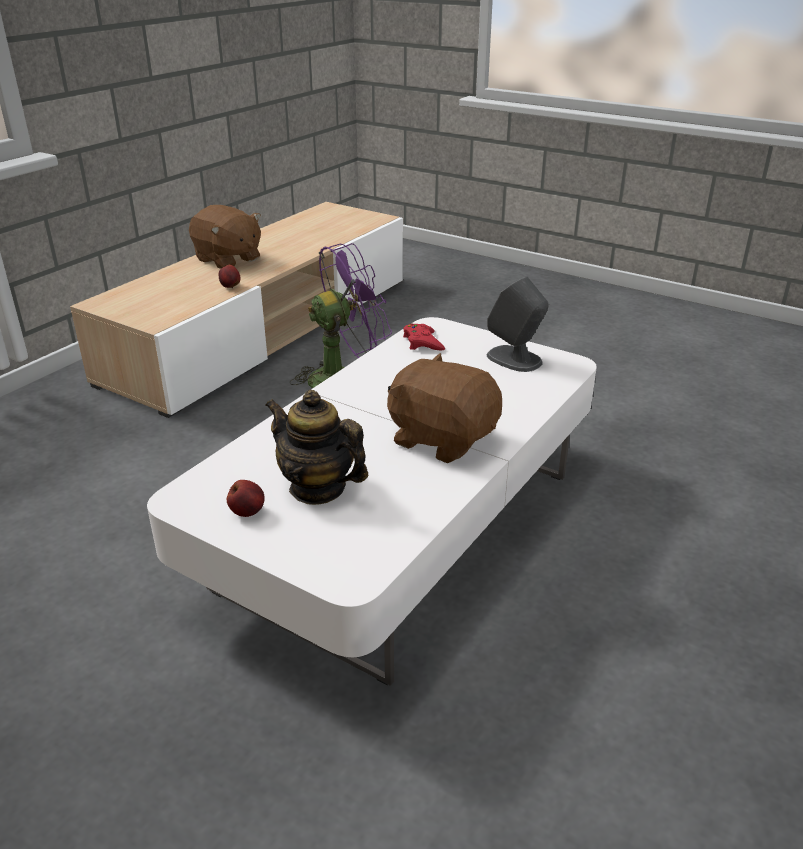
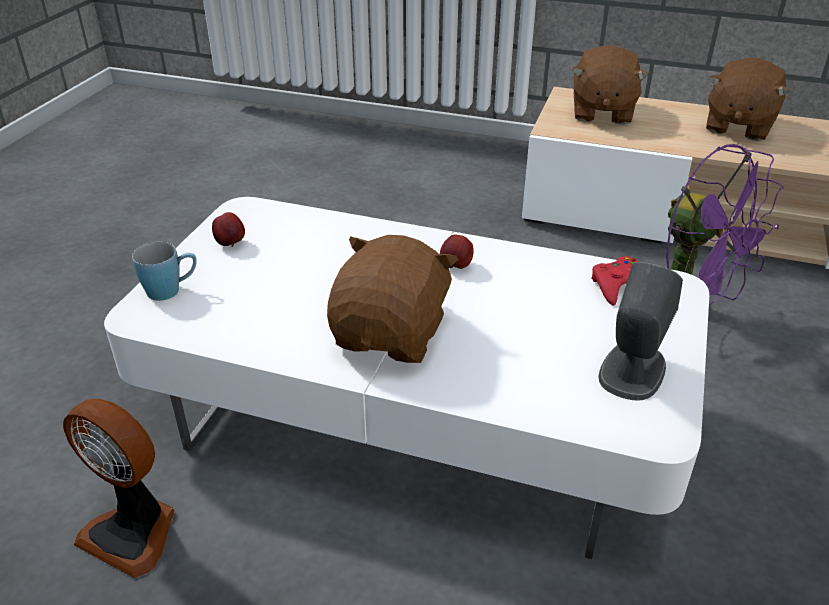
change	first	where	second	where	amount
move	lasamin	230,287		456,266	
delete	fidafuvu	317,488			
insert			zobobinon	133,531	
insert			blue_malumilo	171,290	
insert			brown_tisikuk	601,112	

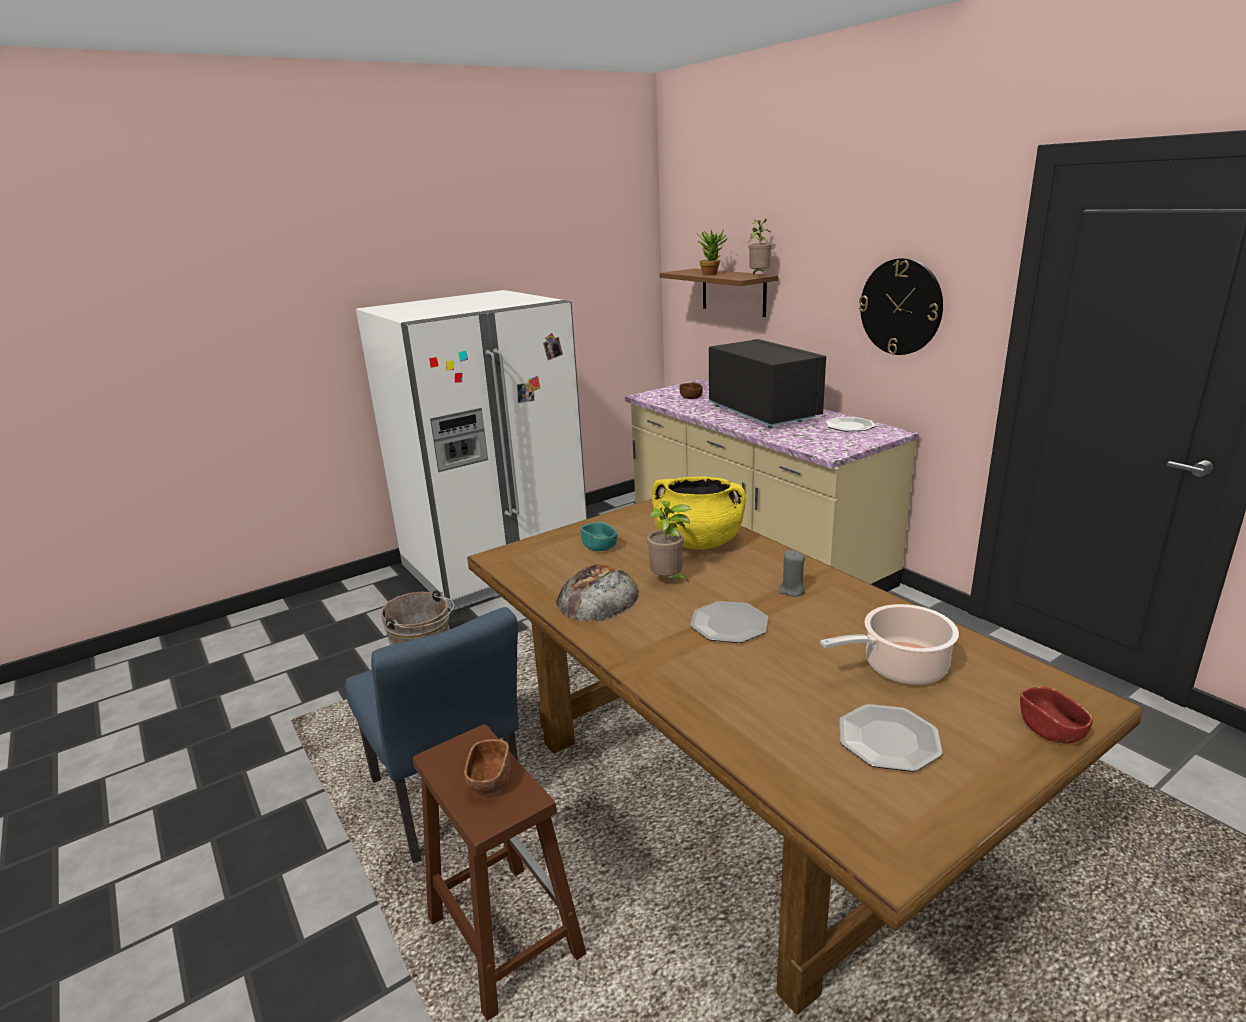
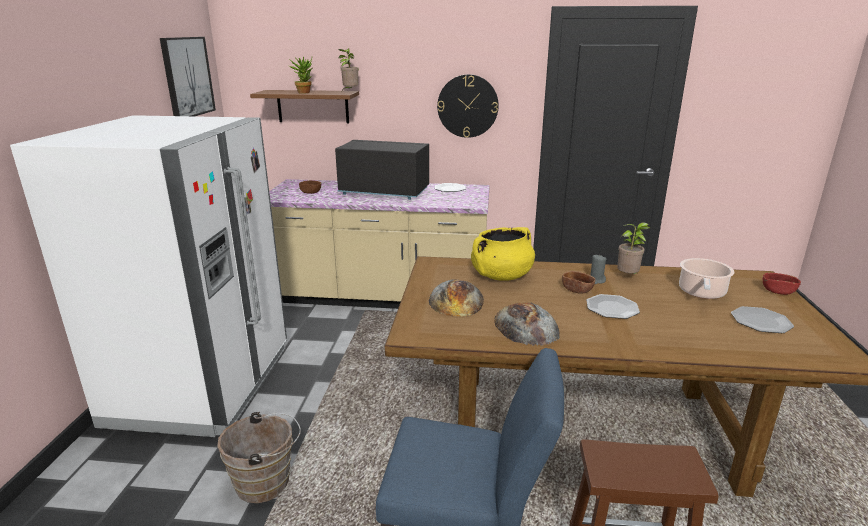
change	first	where	second	where	amount
move	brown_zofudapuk	490,780		577,290	
replace	turquoise_zofudapuk	599,547	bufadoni	456,301	
move	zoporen	668,581		628,277	
insert			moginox	187,77	

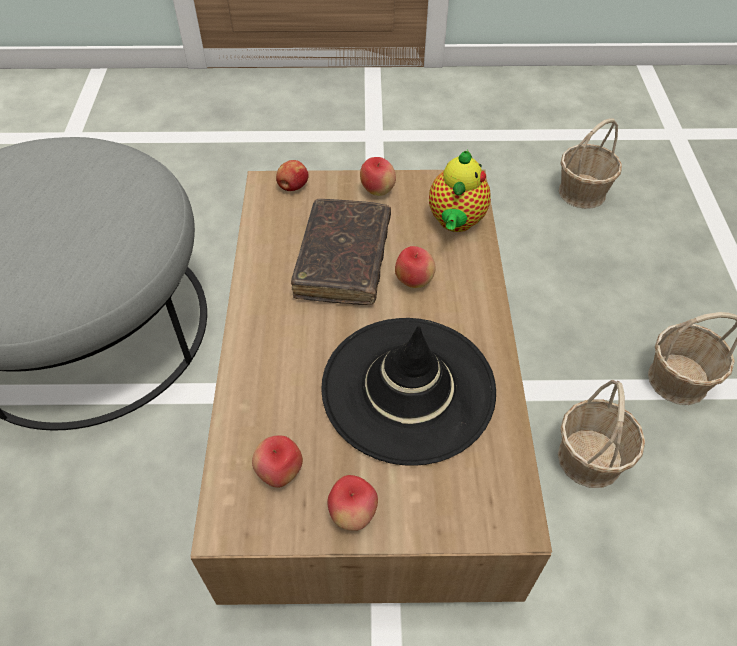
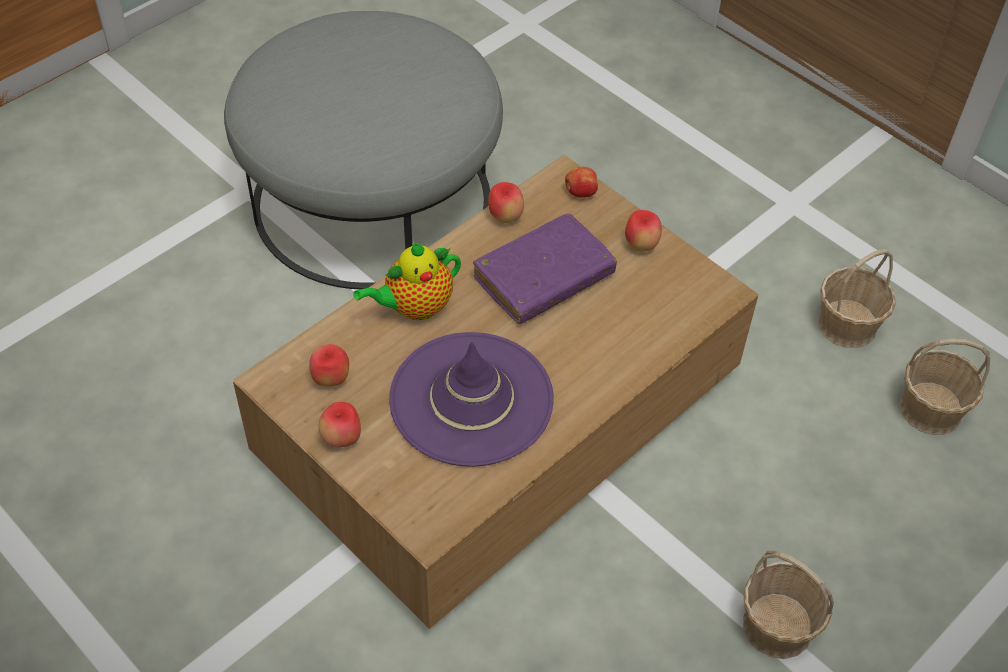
change	first	where	second	where	amount
recolor	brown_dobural	343,260	purple_dobural	543,278	
recolor	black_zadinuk	408,388	purple_zadinuk	471,399	
move	lasamin	413,282		505,217	
move	fidafuvu	455,222		414,307	
move	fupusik	590,458		848,325	

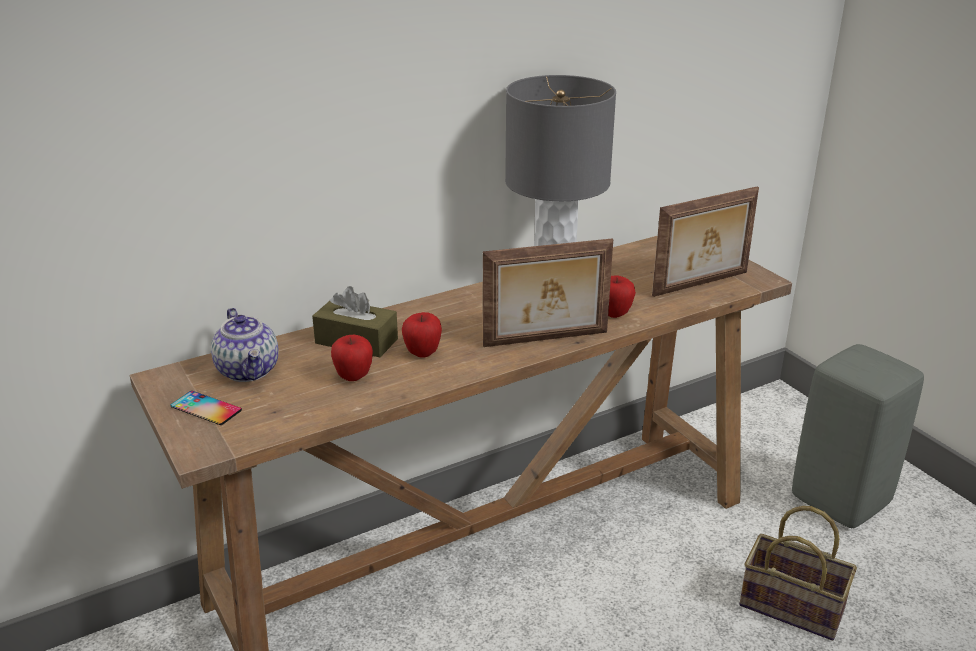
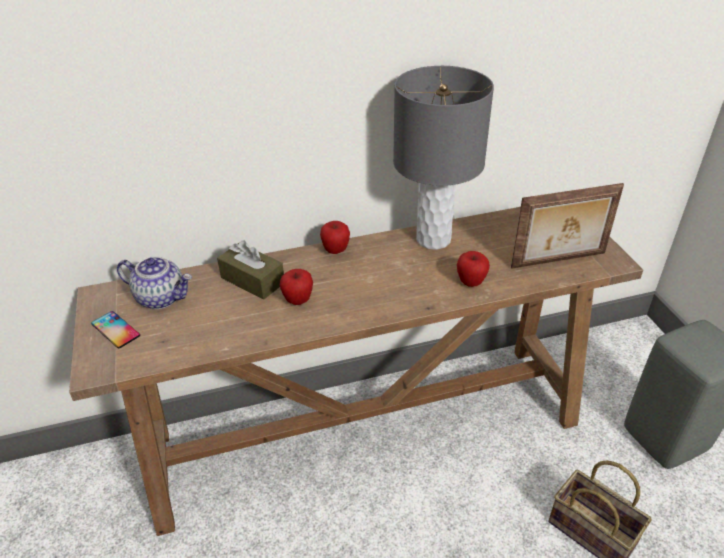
change	first	where	second	where	amount
rotate	fidafuvu	249,371		162,297	60 degrees counterclockwise
move	lasamin	353,377		335,250	
delete	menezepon	546,340			

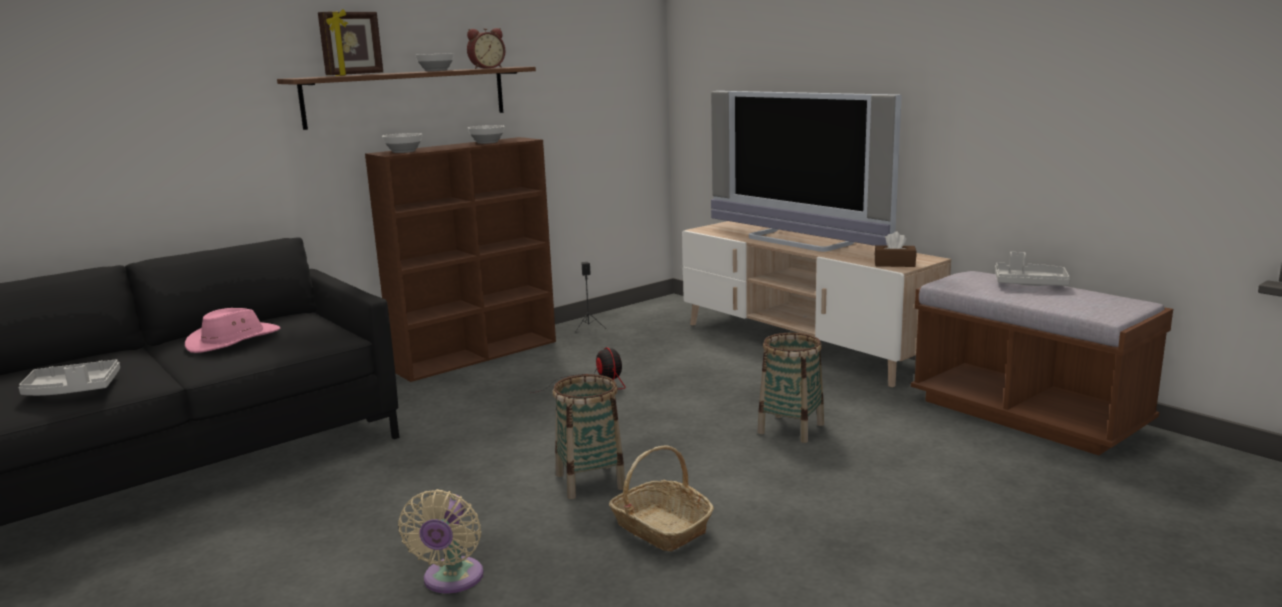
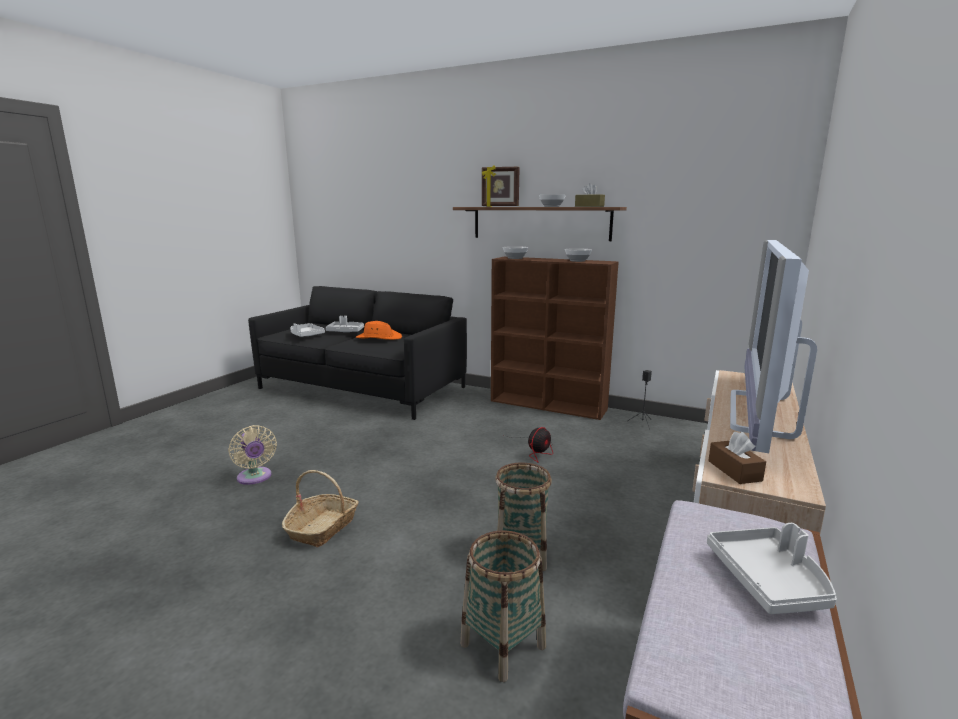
change	first	where	second	where	amount
recolor	pink_zadinuk	234,340	orange_zadinuk	378,338	
rotate	beige_zobobinon	451,580		255,478	105 degrees counterclockwise
replace	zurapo	486,68	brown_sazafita	589,206	
move	fupusik	590,481		503,645	
insert			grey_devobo	346,331	

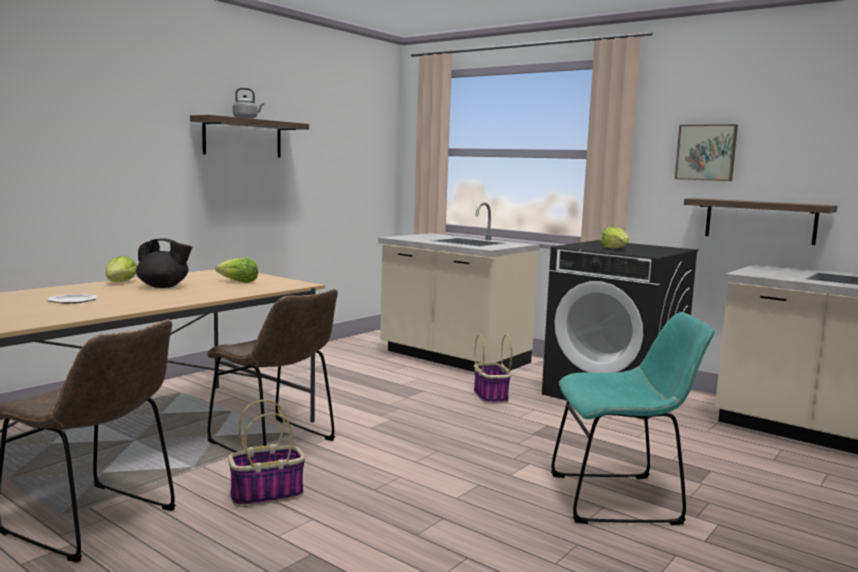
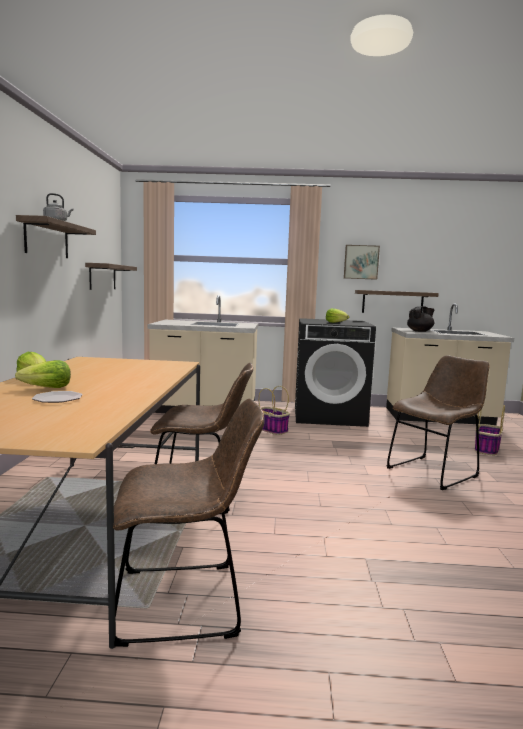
change	first	where	second	where	amount
move	black_fidafuvu	164,287		420,331	
move	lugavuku	237,282		46,388	
move	fupusik	267,494		486,449	
recolor	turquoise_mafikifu	621,499	brown_mafikifu	434,471	
insert			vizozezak	102,277	

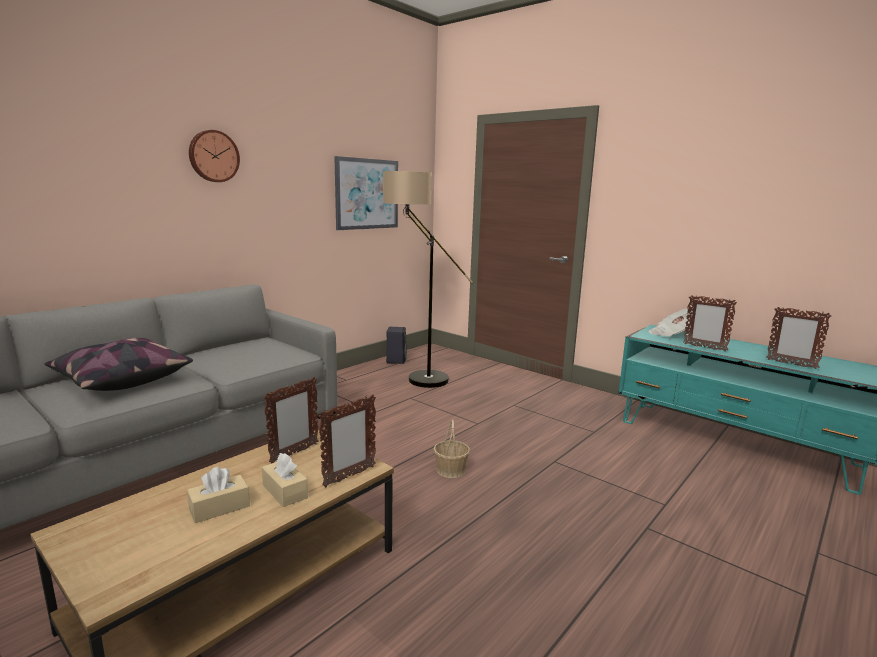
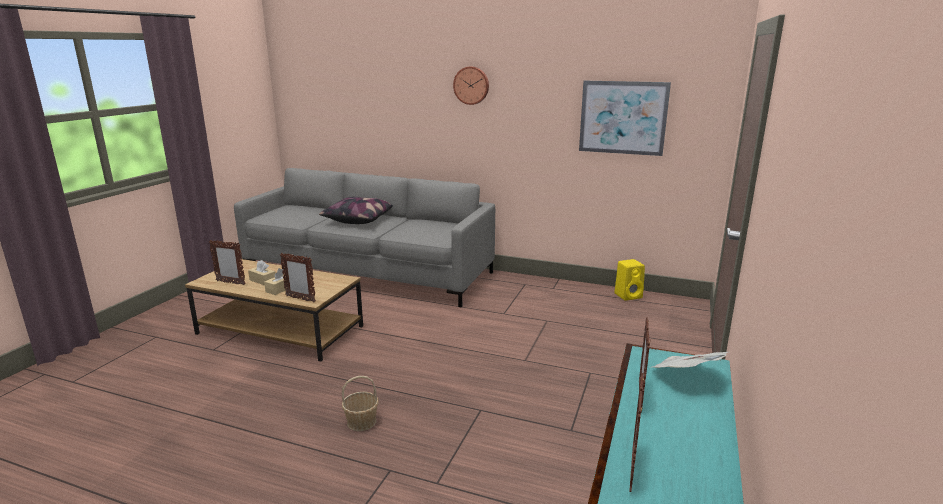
change	first	where	second	where	amount
move	menezepon	294,453		230,283	
delete	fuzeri	415,376			
recolor	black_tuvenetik	396,360	yellow_tuvenetik	628,295	
move	fupusik	451,470		362,422	

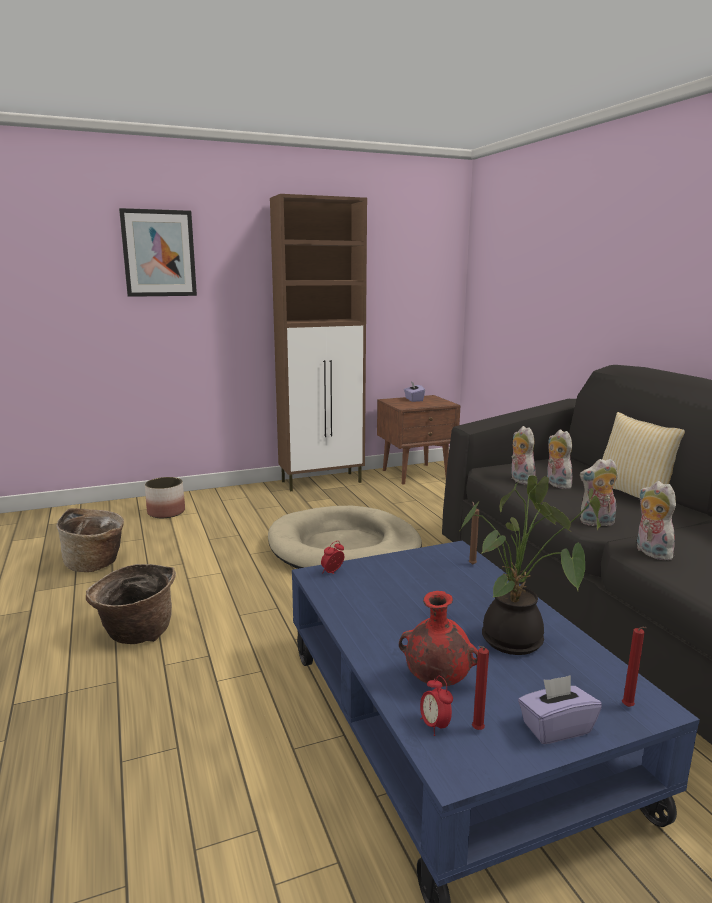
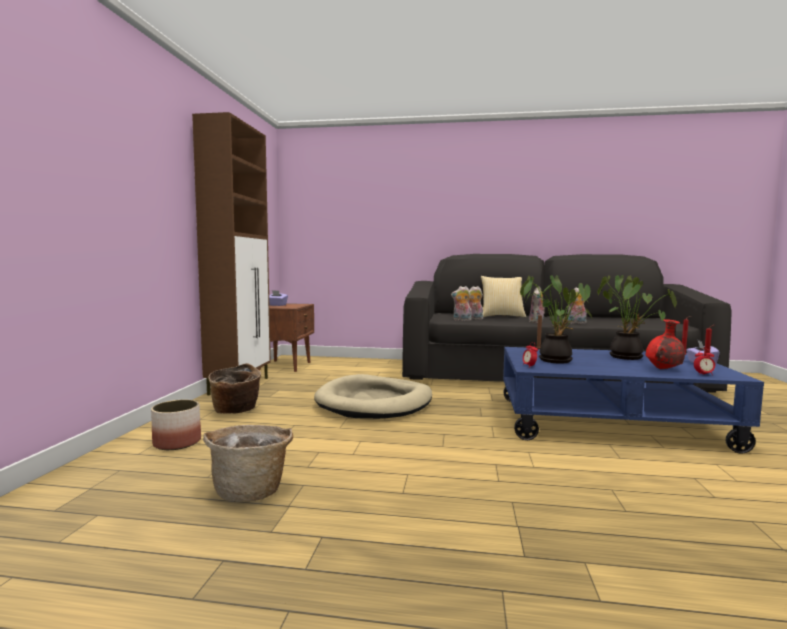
change	first	where	second	where	amount
move	fupusik	136,634		236,411	
delete	moginox	159,253			
insert			zoporen	555,360	

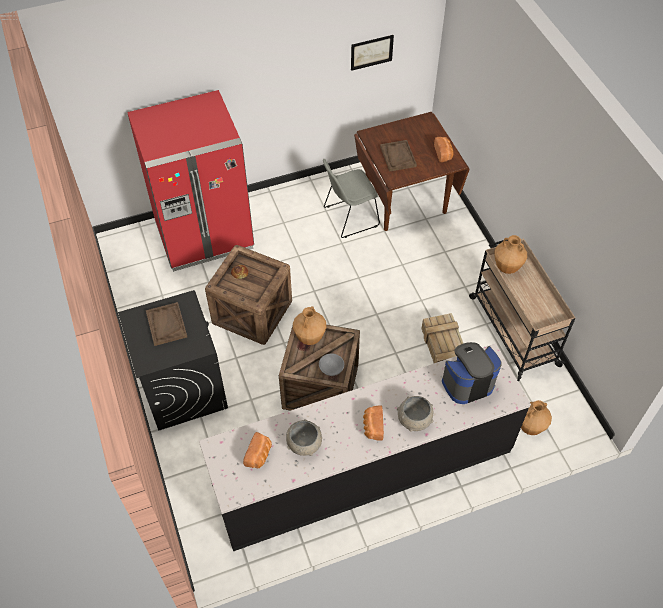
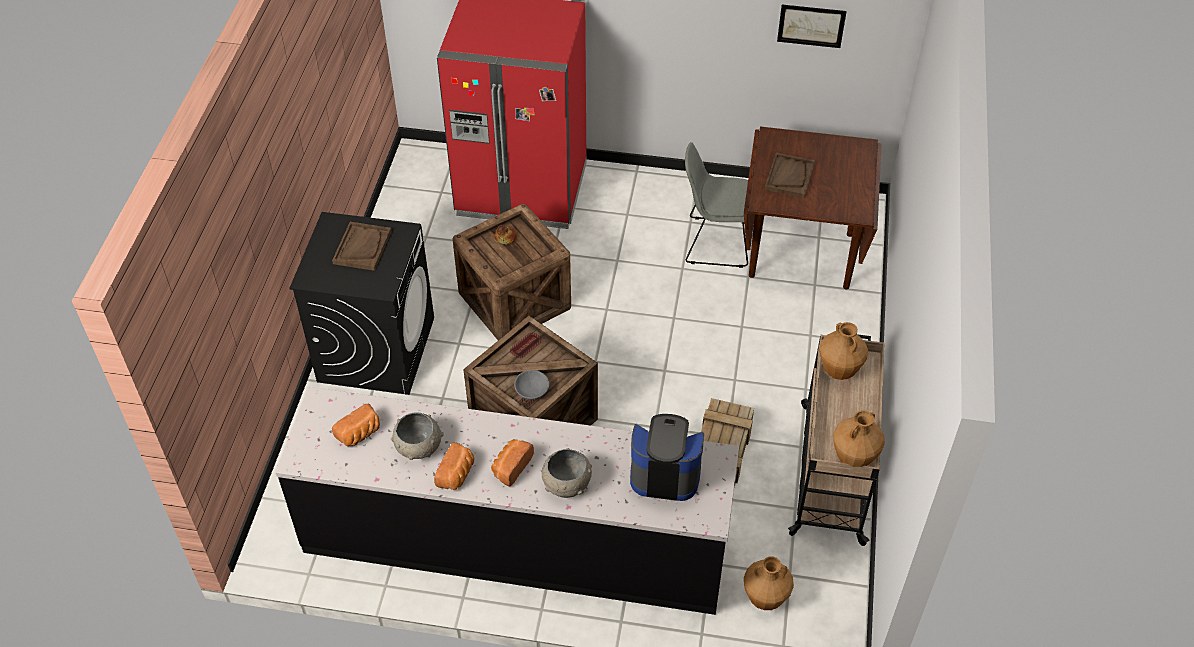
change	first	where	second	where	amount
move	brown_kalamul	310,337		854,458	
move	bufadoni	443,154		457,474	

